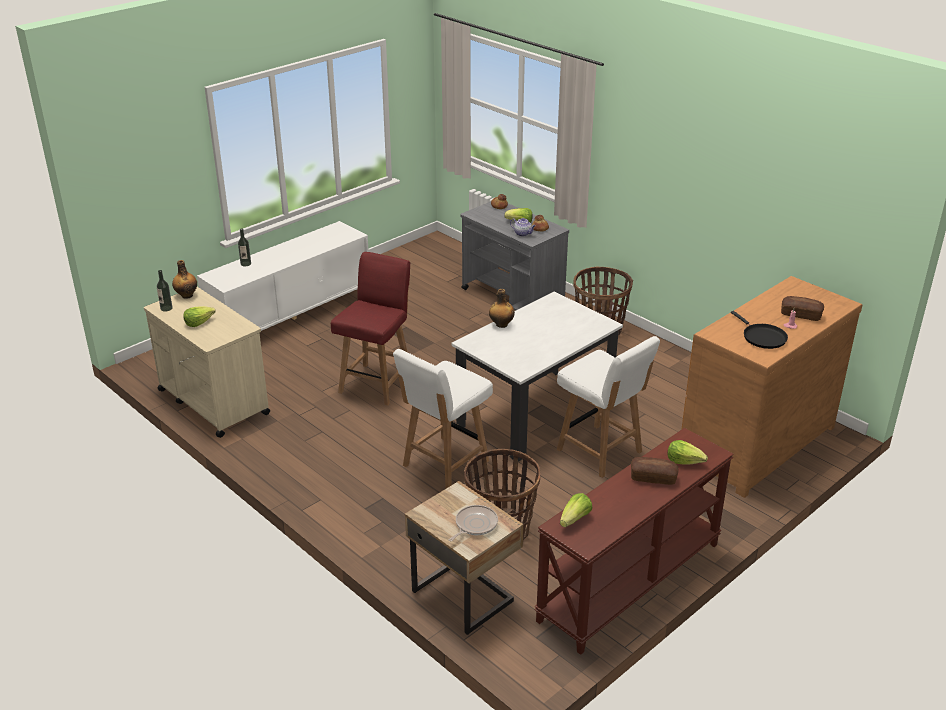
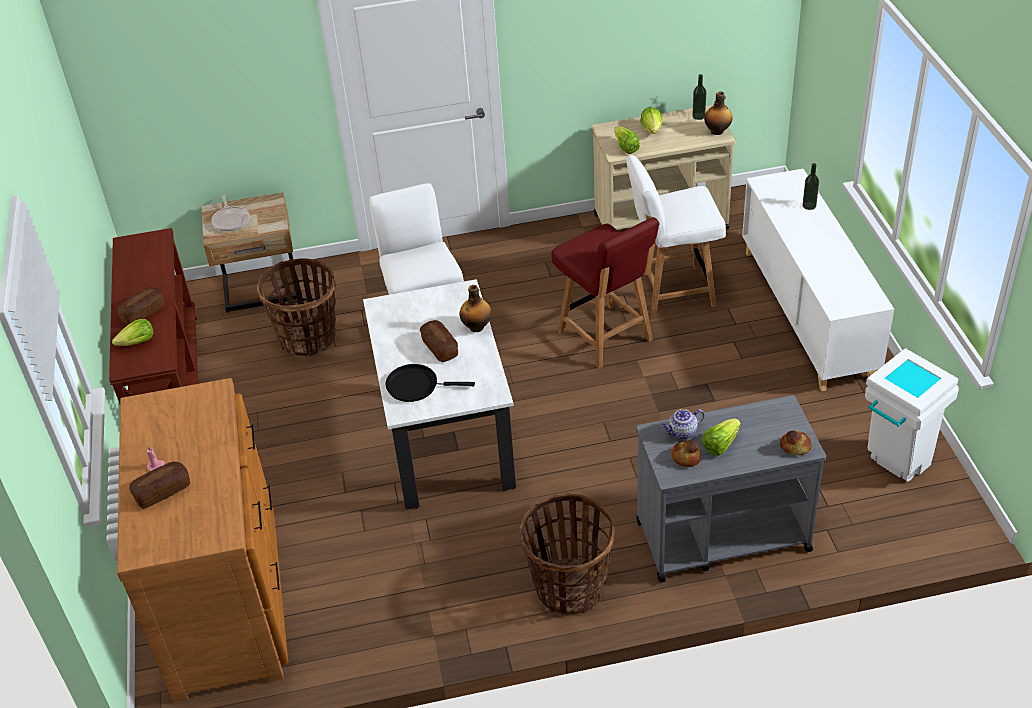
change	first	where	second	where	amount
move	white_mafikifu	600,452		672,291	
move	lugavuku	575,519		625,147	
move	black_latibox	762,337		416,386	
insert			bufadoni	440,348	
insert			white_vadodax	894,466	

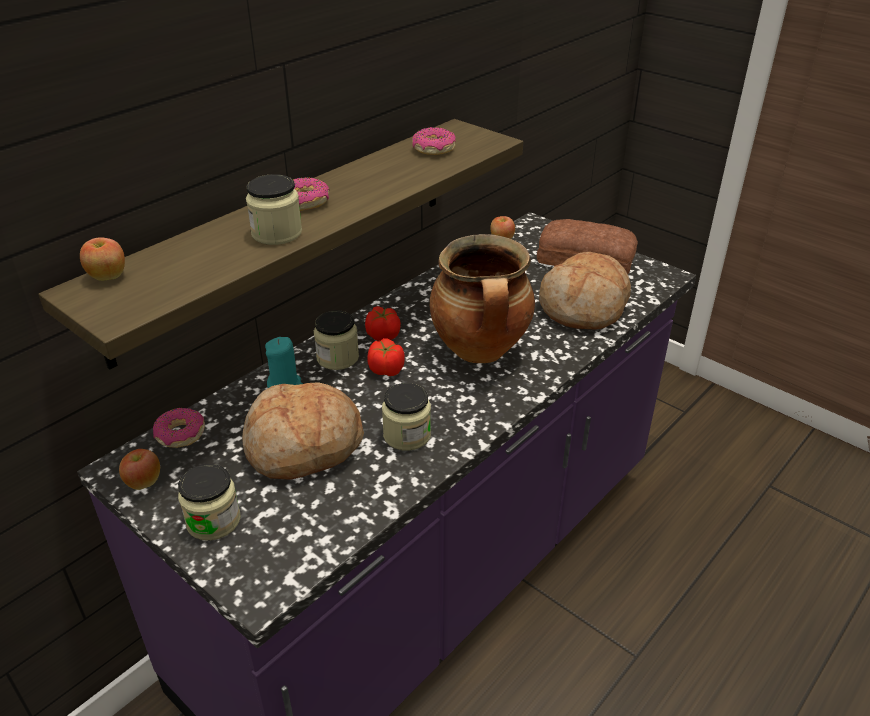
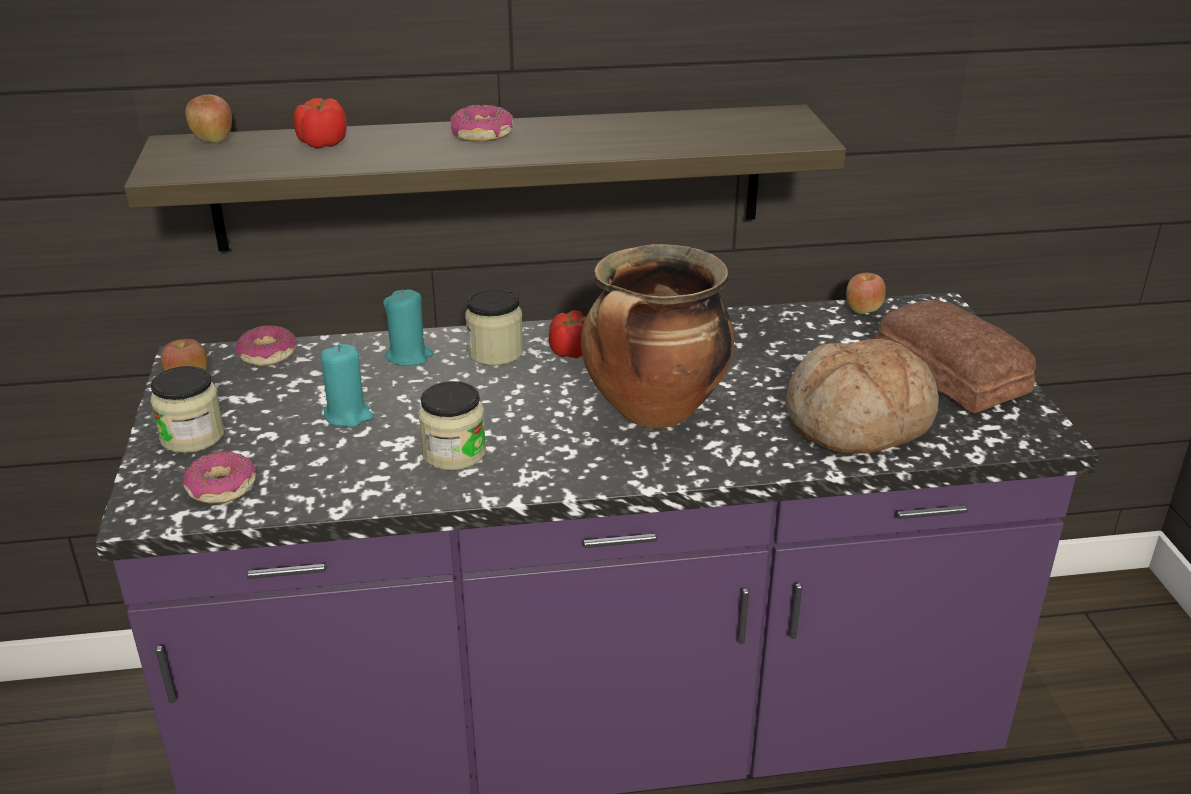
change	first	where	second	where	amount
replace	bufadoni	304,446	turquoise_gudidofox	348,415	
delete	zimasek	277,233			
move	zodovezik	386,370		322,144	
move	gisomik	433,149		221,488	

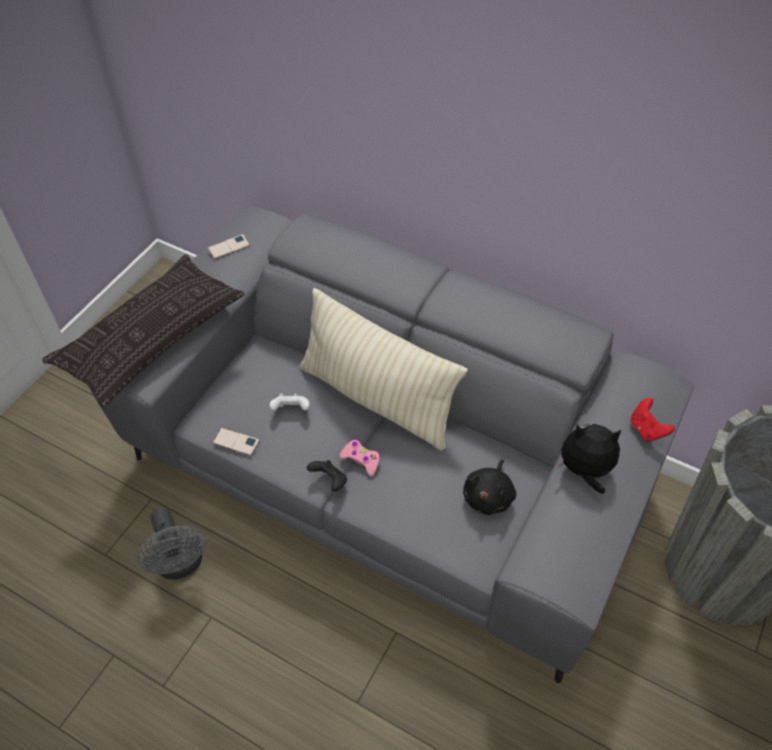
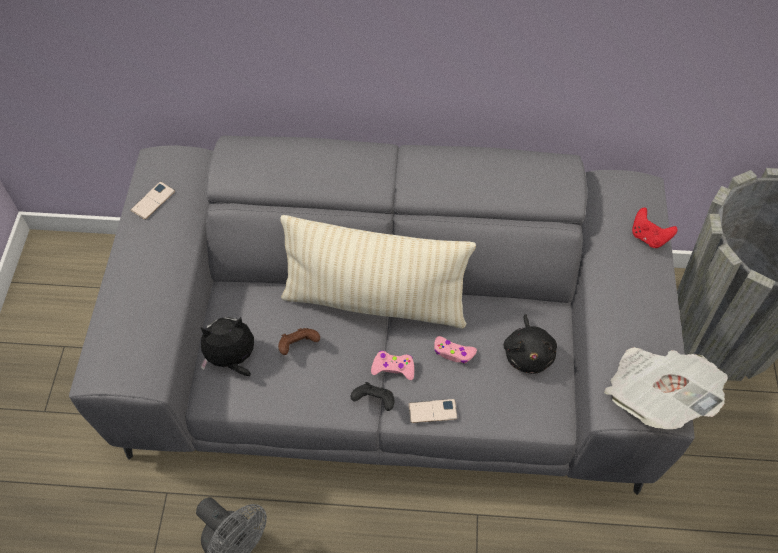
change	first	where	second	where	amount
delete	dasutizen	150,336			
move	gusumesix	236,441		432,411	
recolor	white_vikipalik	291,410	brown_vikipalik	298,346	
move	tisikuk	584,471		232,359	
insert			pink_vikipalik	453,353	
insert			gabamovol	656,395	

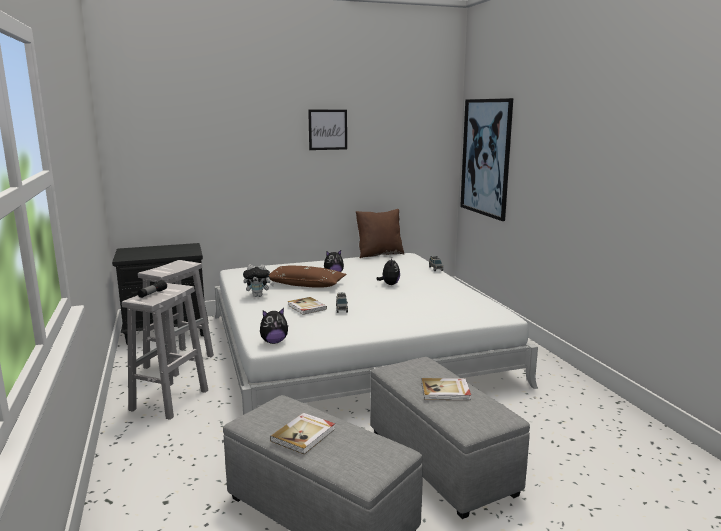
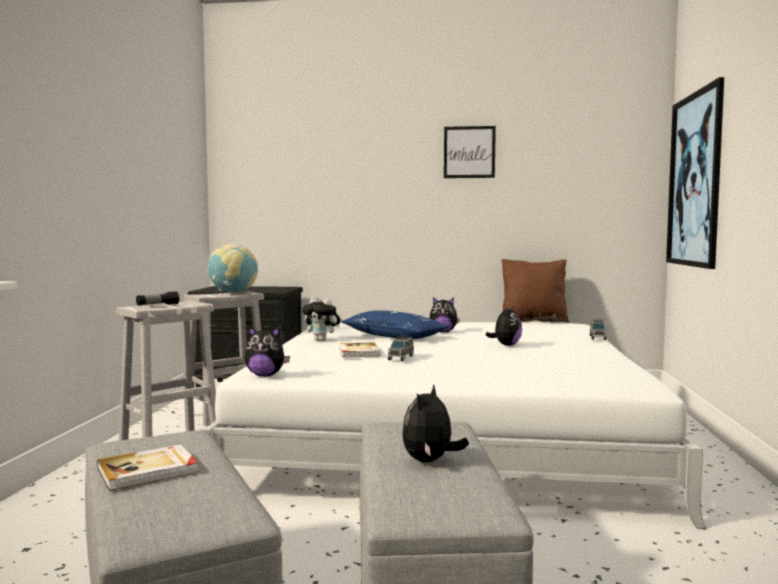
change	first	where	second	where	amount
recolor	brown_dasutizen	305,284	blue_dasutizen	393,336	
replace	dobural	445,391	tisikuk	430,461	
insert			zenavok	233,293	

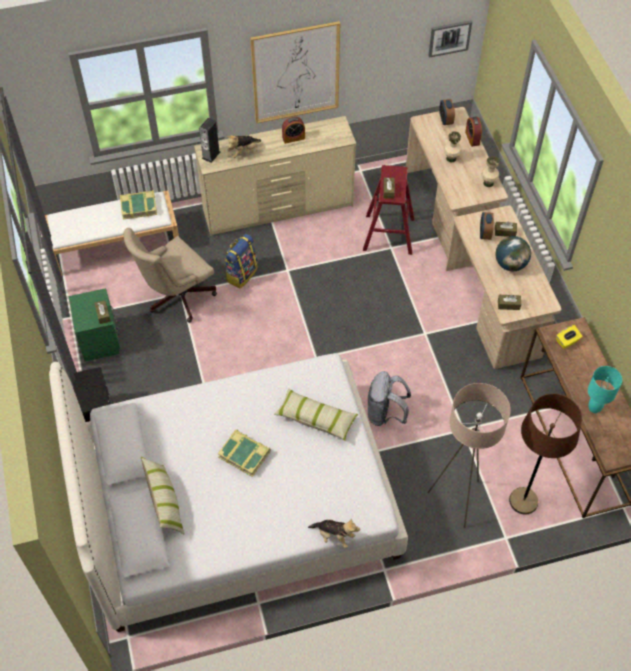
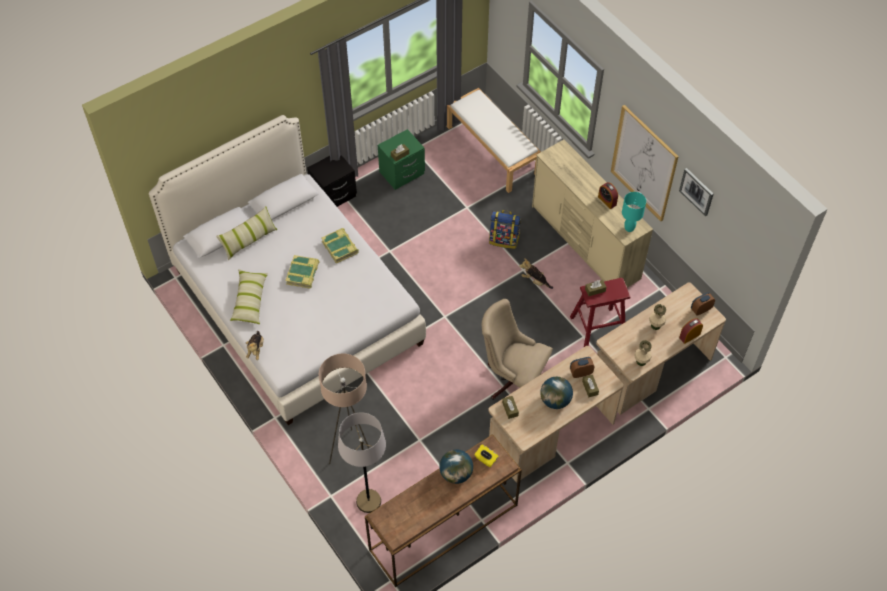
change	first	where	second	where	amount
move	dobural	138,206		340,247	
move	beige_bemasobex	176,297		513,378	
delete	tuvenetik	211,155			
move	tisikuk	243,151		535,281	
move	dasutizen	316,418		250,300	
delete	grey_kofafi	385,414			
move	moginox	449,38		697,191	
recolor	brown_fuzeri	523,501	grey_fuzeri	368,501	
move	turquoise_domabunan	595,408		629,228	
insert			zenavok	456,473	

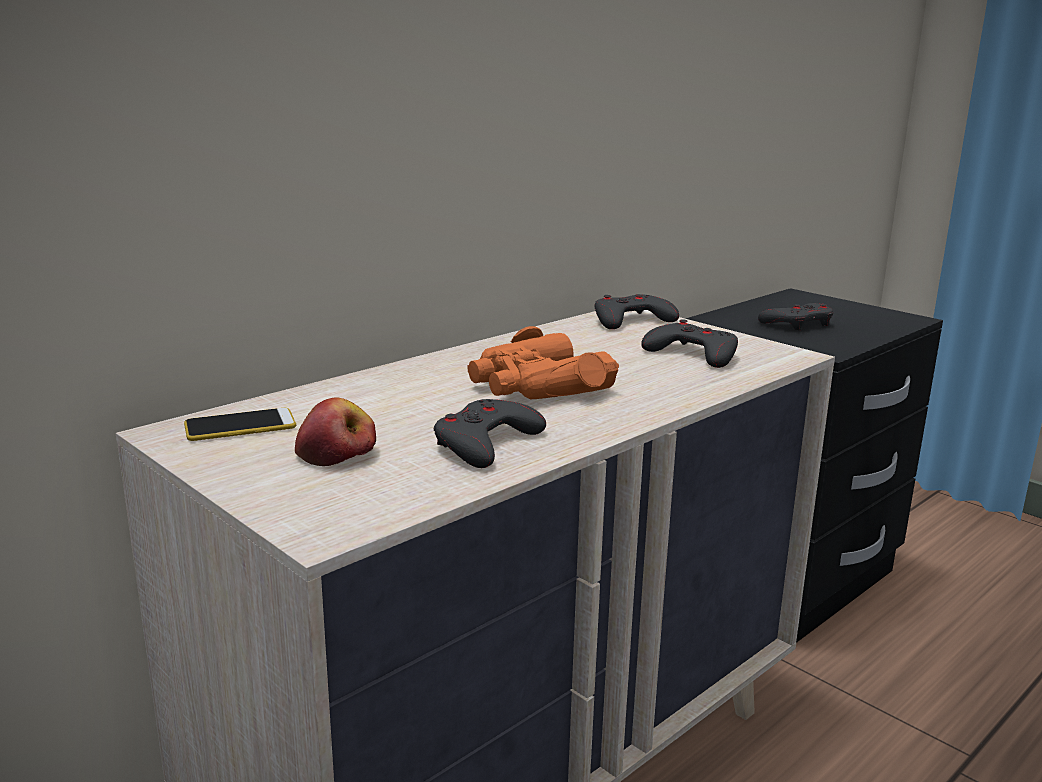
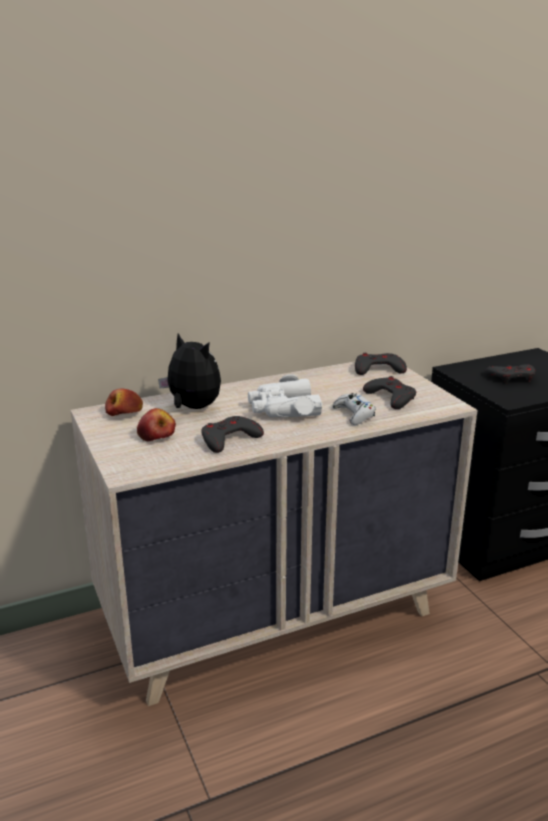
change	first	where	second	where	amount
replace	gusumesix	240,426	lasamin	124,413	
recolor	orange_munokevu	536,386	white_munokevu	283,408	
insert			tisikuk	192,408	
insert			white_vikipalik	354,414	

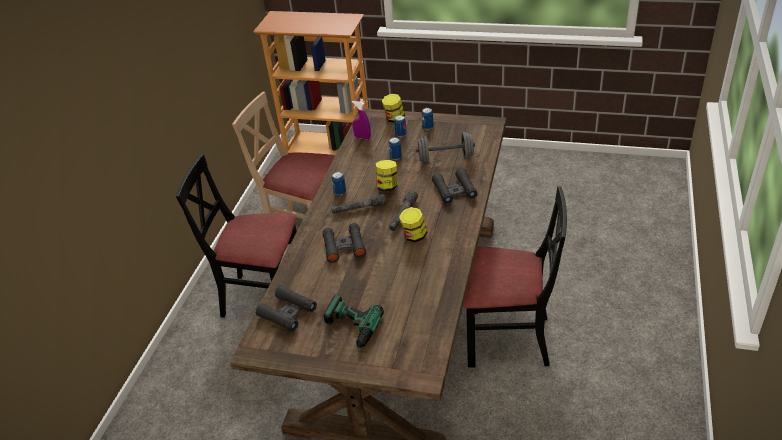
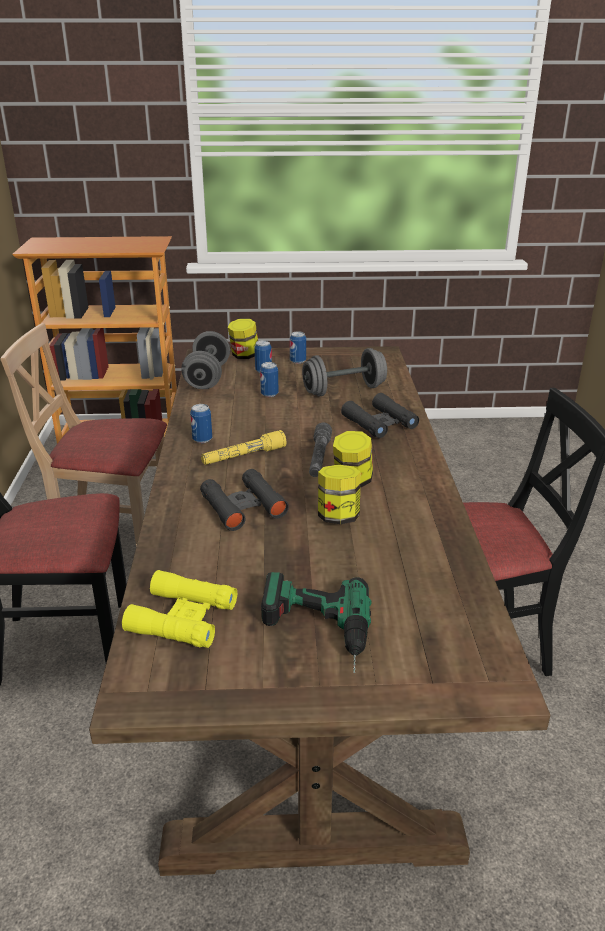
change	first	where	second	where	amount
recolor	black_munokevu	287,312	yellow_munokevu	182,618	
recolor	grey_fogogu	359,209	yellow_fogogu	243,456	
replace	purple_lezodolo	362,137	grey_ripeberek	207,377	
move	zimasek	387,186		338,517	

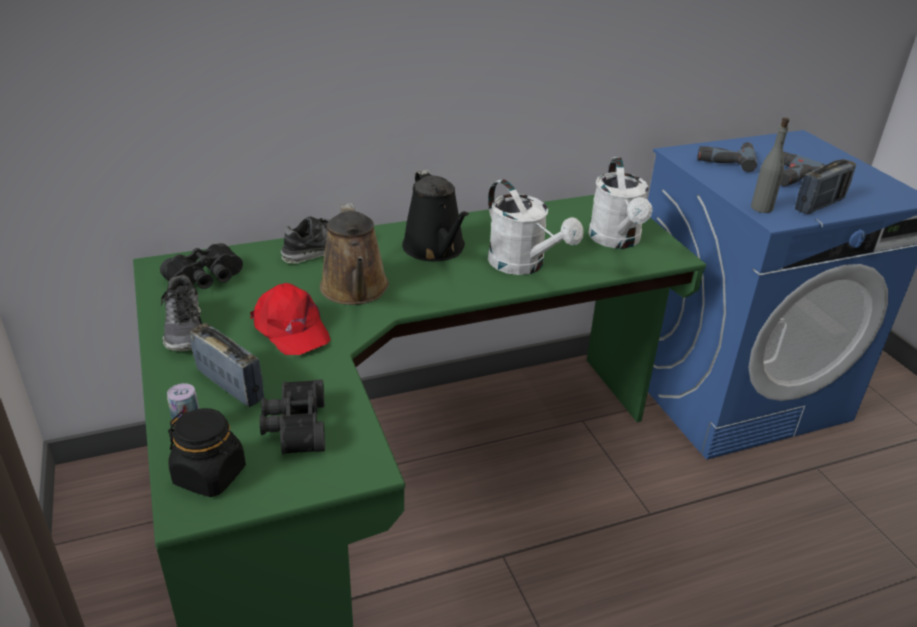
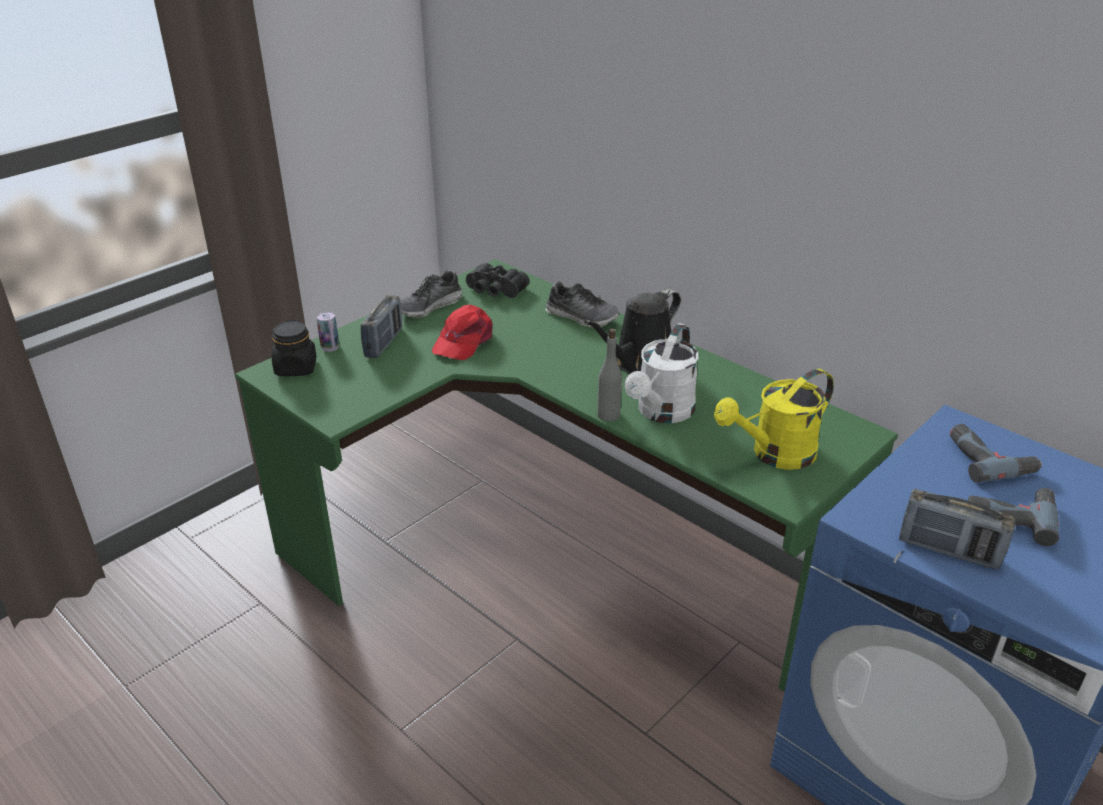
change	first	where	second	where	amount
delete	black_munokevu	294,427			
delete	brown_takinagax	355,290			
recolor	white_takinagax	617,241	yellow_takinagax	774,455	
move	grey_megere	761,208		609,415	

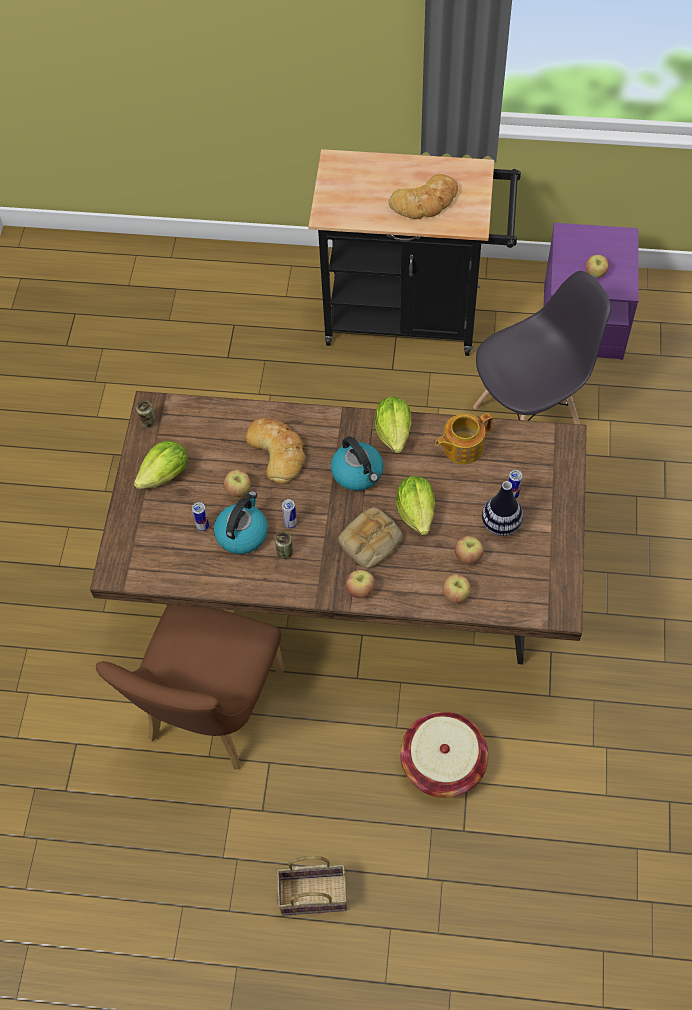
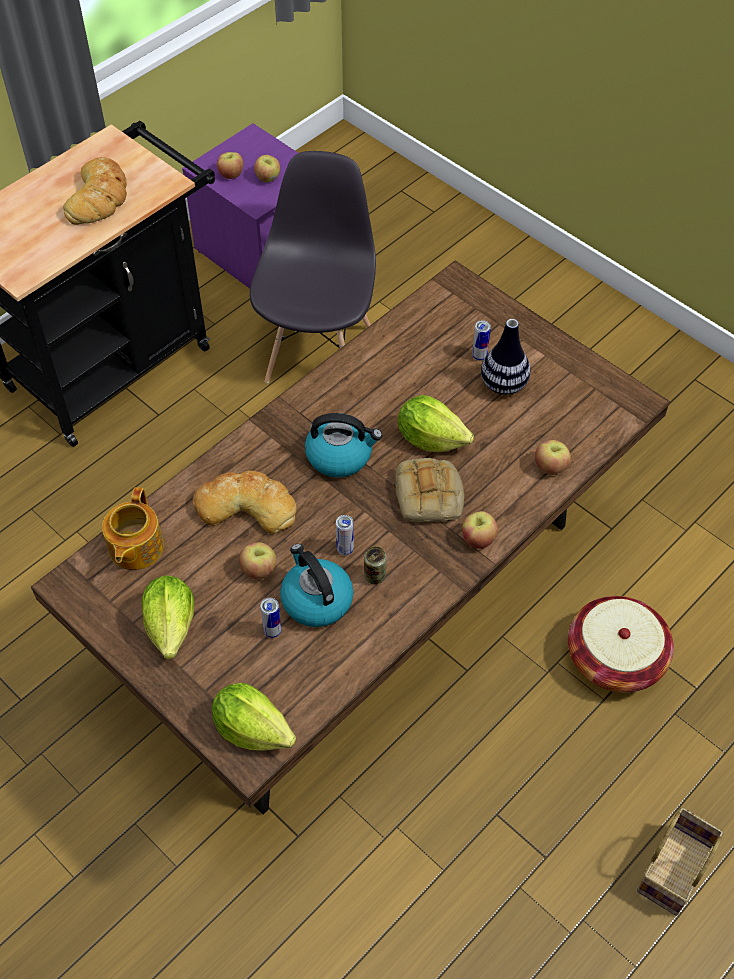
change	first	where	second	where	amount
delete	brown_mafikifu	210,714			
delete	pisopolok	148,422			
move	lugavuku	394,432		252,729	
move	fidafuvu	462,447		135,548	
move	lasamin	468,556		231,174	

